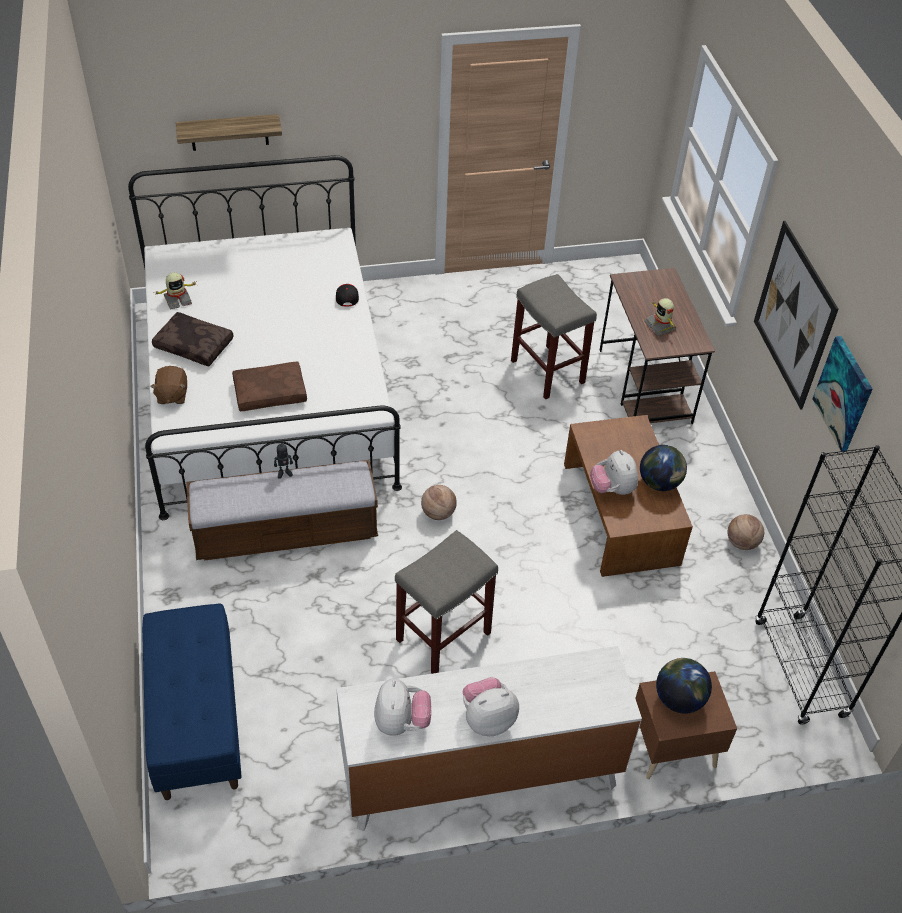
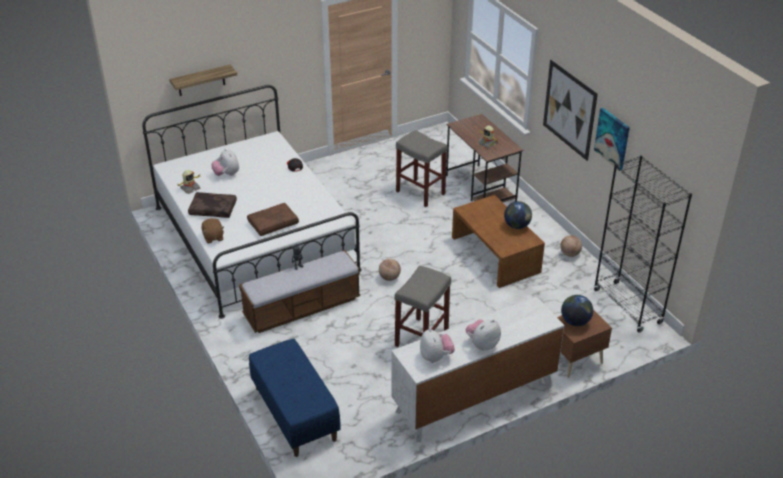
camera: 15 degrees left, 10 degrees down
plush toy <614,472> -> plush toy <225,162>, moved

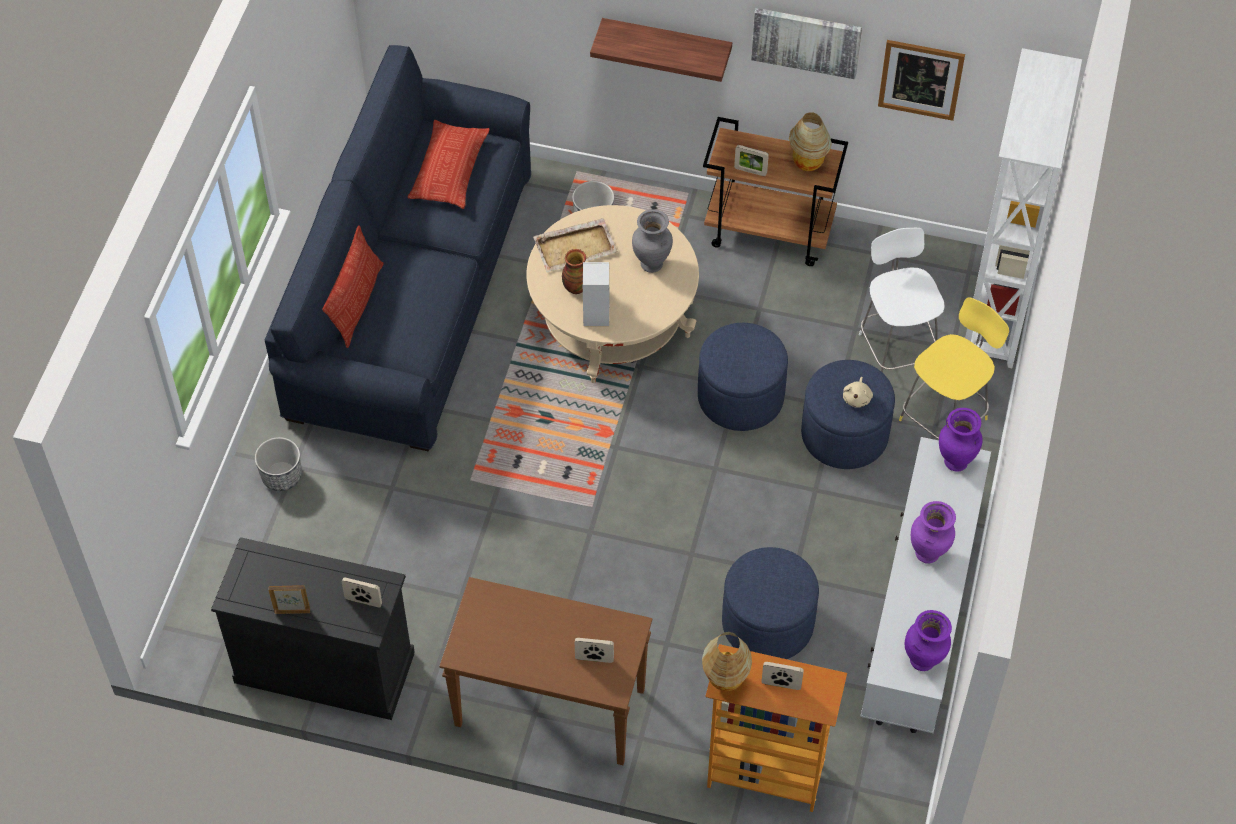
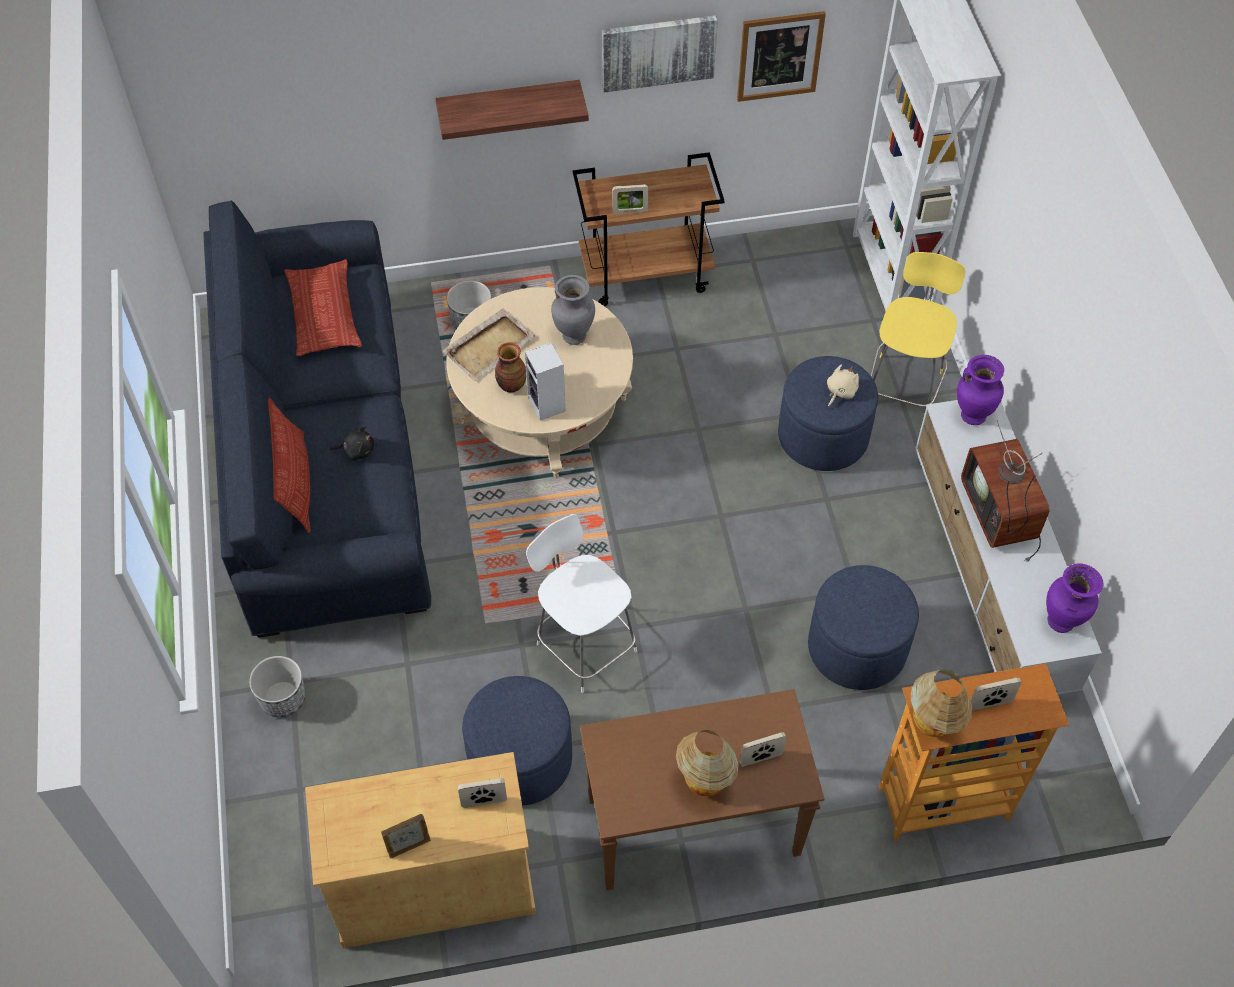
camera: 25 degrees left, 0 degrees up
black storage cabinet <313,628> -> beige storage cabinet <420,850>
none -> black plush toy <352,443>
blue-coloured ottoman <743,377> -> blue-coloured ottoman <517,741>, moved
white-coloured stool <902,300> -> white-coloured stool <581,603>, moved
lamp for a table <810,141> -> lamp for a table <707,763>, moved
beige plush toy <858,392> -> beige plush toy <843,385>, 135 degrees counterclockwise
purple-coloured flower vase <933,532> -> TV set <1005,491>

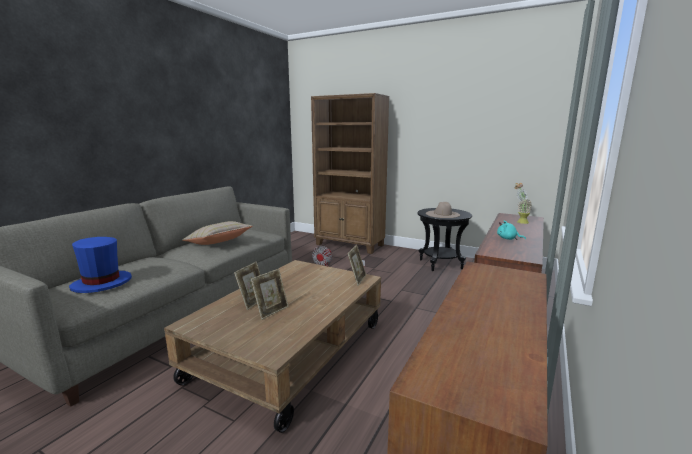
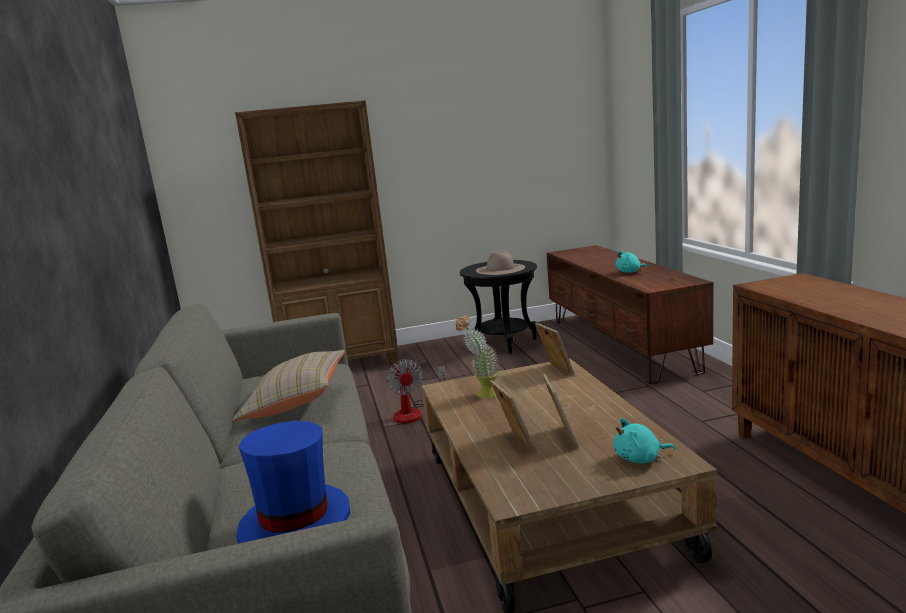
camera: 40 degrees left, 0 degrees up
houseplant <523,203> -> houseplant <477,356>, moved
none -> turquoise plush toy <644,440>

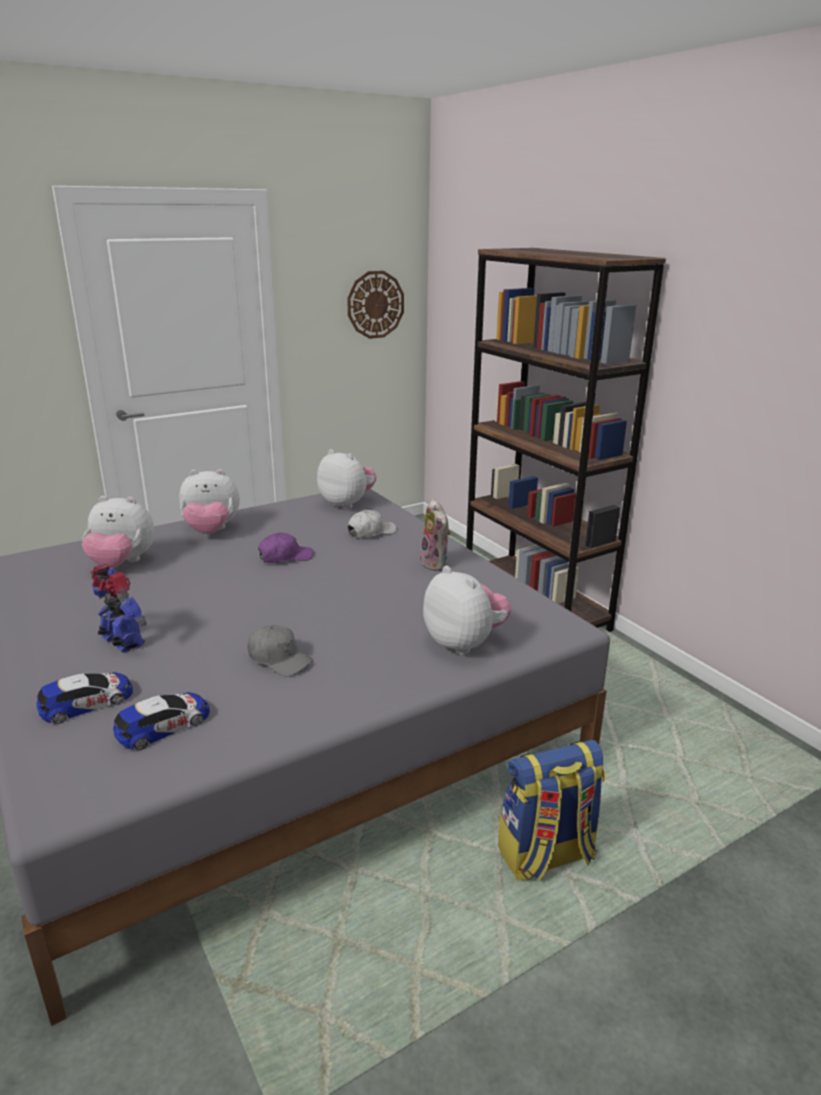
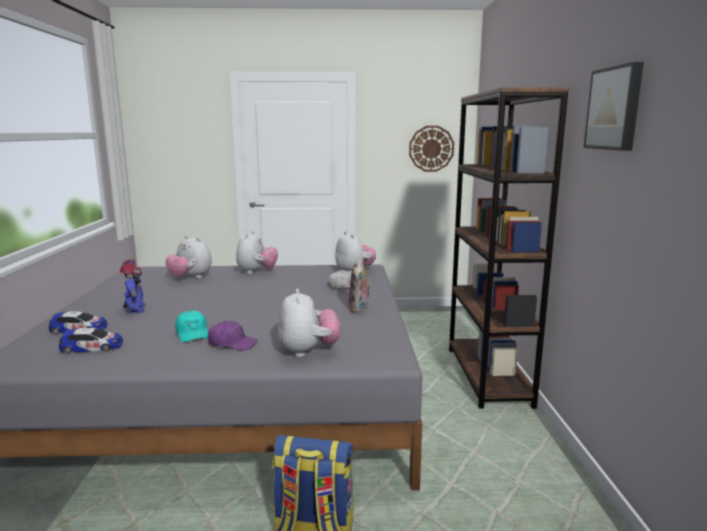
camera: 30 degrees right, 10 degrees down
grey peaked cap <280,651> -> turquoise peaked cap <191,326>
purple-coloured peaked cap <285,547> -> purple-coloured peaked cap <232,335>, moved
plush toy <209,501> -> plush toy <257,252>, 105 degrees counterclockwise
none -> picture <613,106>

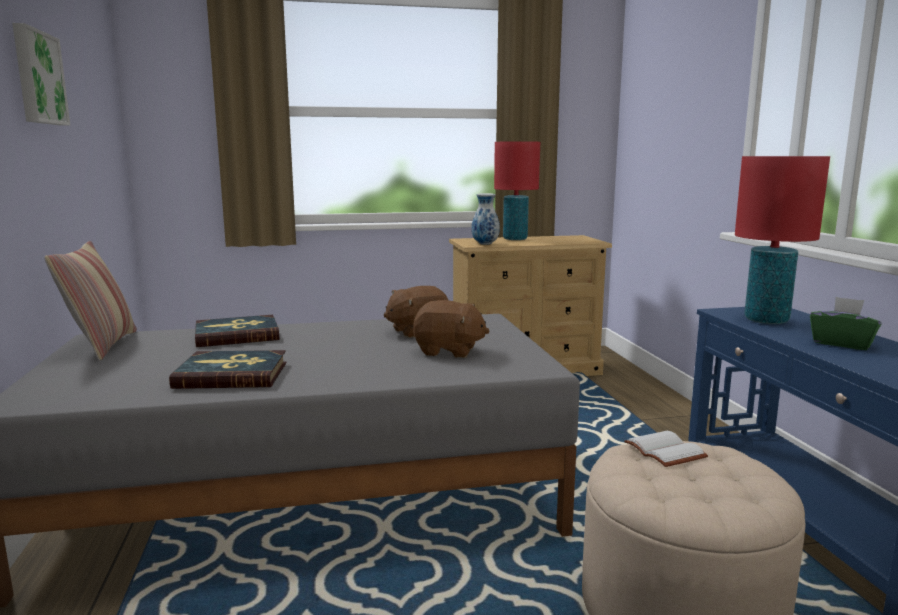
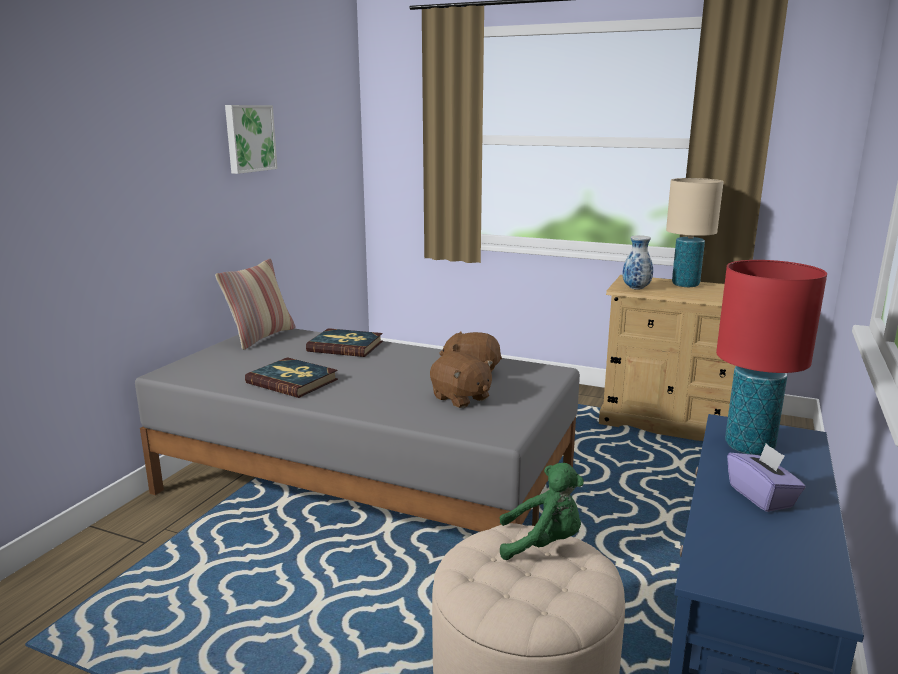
camera: 35 degrees right, 5 degrees up
white-coloured book <666,449> -> green plush toy <542,511>
red lamp for a table <517,190> -> beige lamp for a table <695,232>
green tissue box <846,323> -> purple-coloured tissue box <766,477>

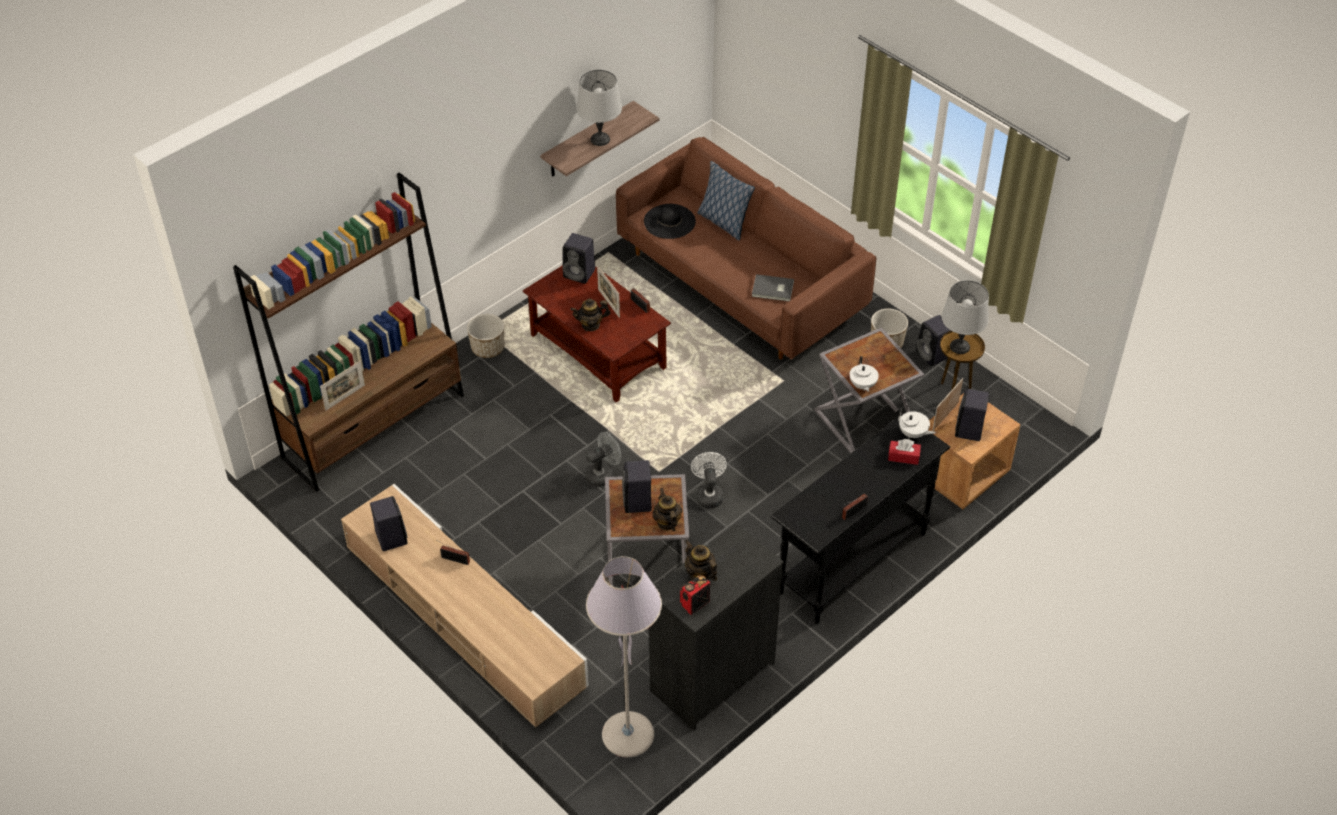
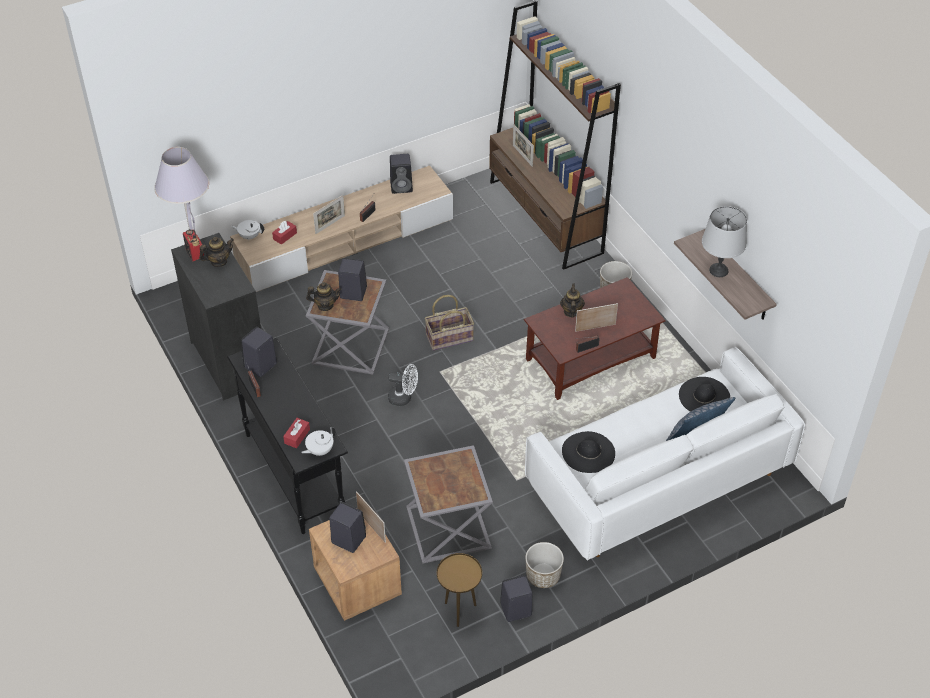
camera: 105 degrees right, 0 degrees up
white-coloured teapot <864,374> -> white-coloured teapot <247,230>, moved
black audio speaker <579,258> -> black audio speaker <259,352>, moved
none -> red tissue box <284,233>
none -> photo frame <329,214>
grey cooling fan <603,459> -> household basket <449,323>
brown-coloured sofa <746,248> -> white-coloured sofa <665,454>
grey book <773,287> -> black wearable hat <588,452>
grey lamp for a table <965,317> -> none

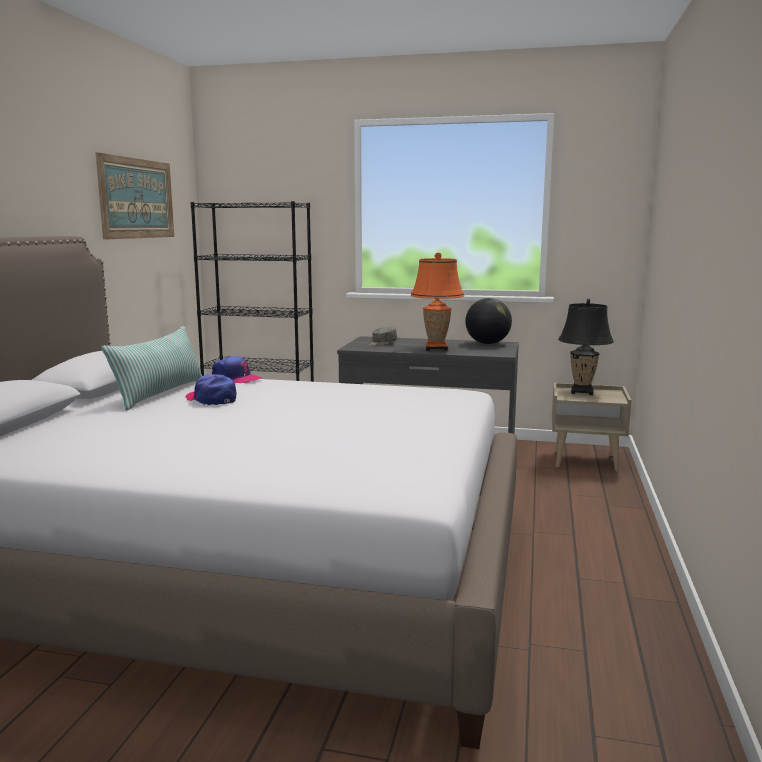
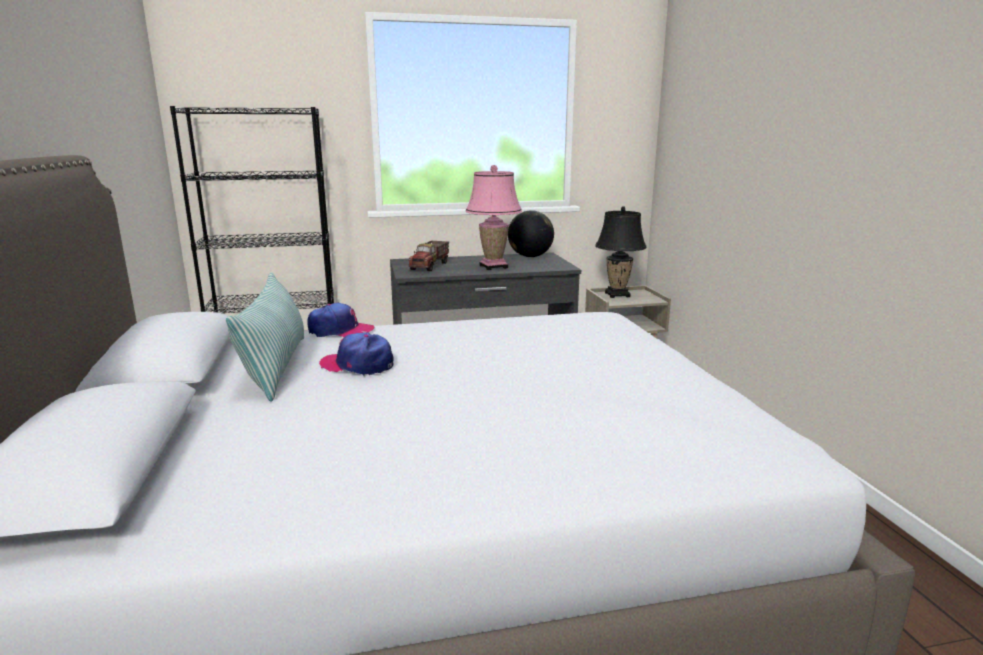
camera: 25 degrees left, 5 degrees up
grey peaked cap <383,336> -> toy lorry <429,256>
orange-coloured lamp for a table <437,301> -> pink-coloured lamp for a table <494,217>
picture <135,195> -> none

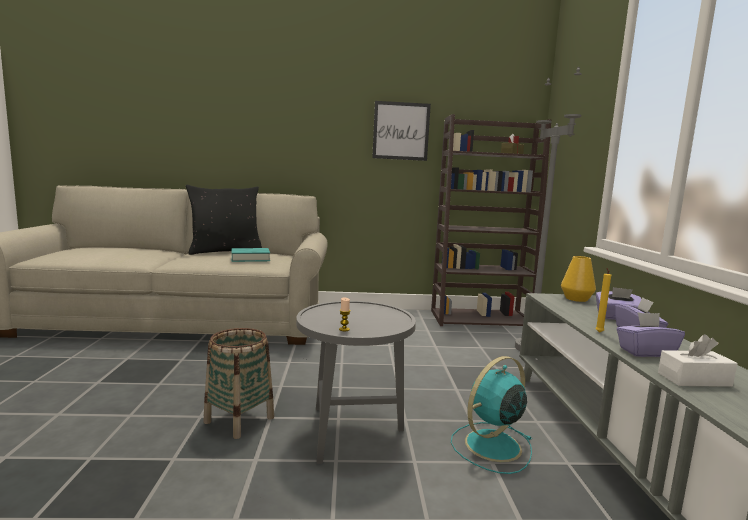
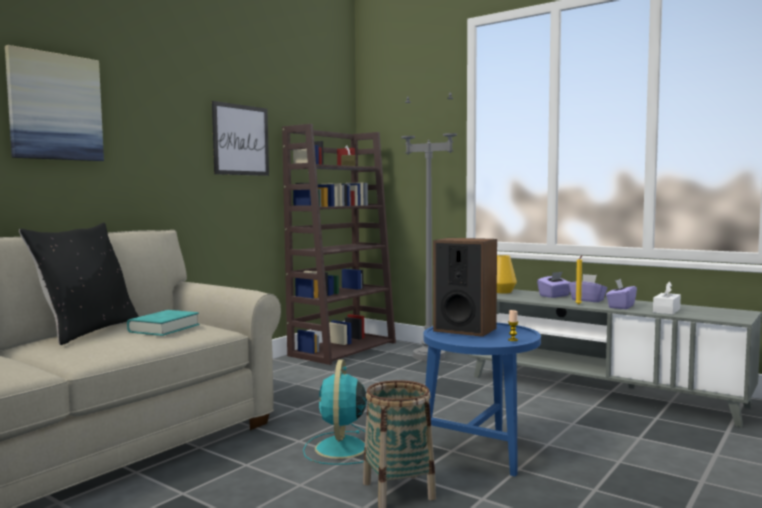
camera: 50 degrees left, 5 degrees down
none -> picture <54,103>
turquoise cooling fan <491,415> -> turquoise cooling fan <335,412>, moved
grey accent table <356,382> -> blue-coloured accent table <482,400>
none -> audio speaker <465,287>

